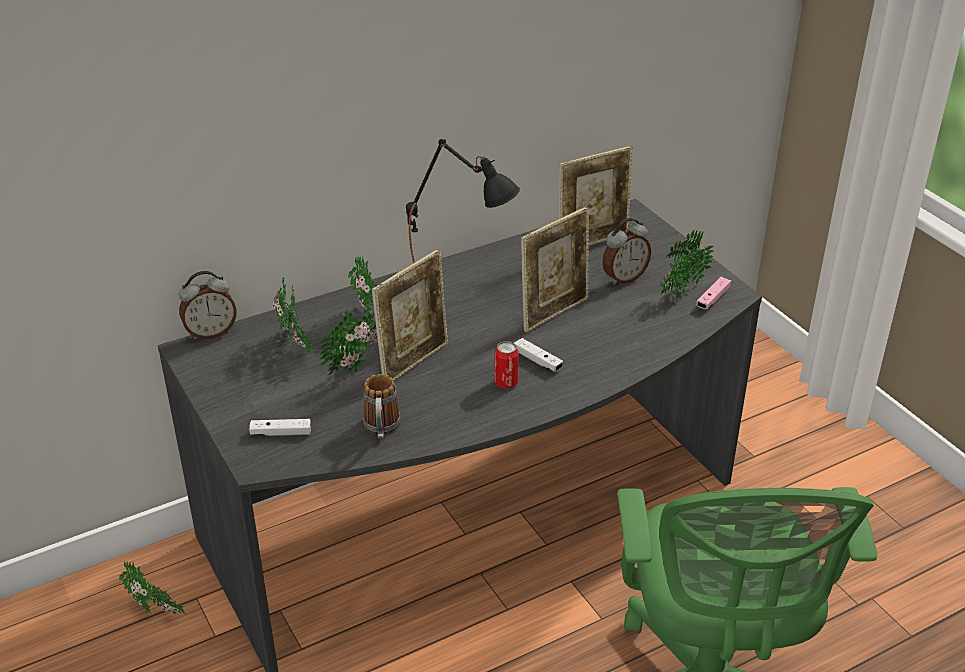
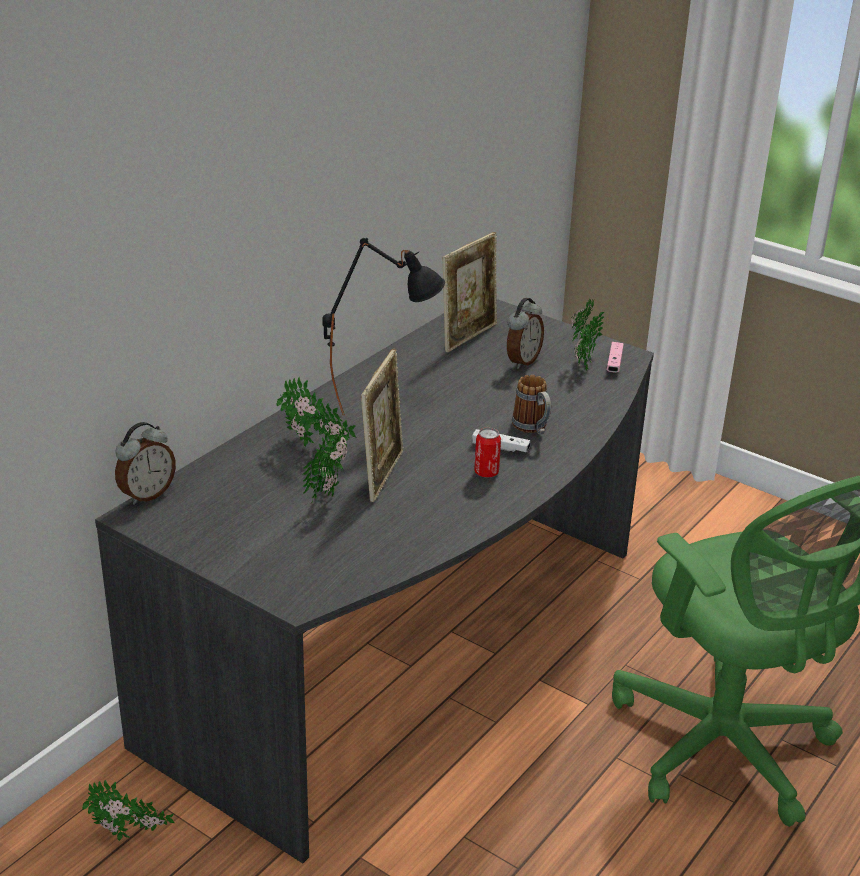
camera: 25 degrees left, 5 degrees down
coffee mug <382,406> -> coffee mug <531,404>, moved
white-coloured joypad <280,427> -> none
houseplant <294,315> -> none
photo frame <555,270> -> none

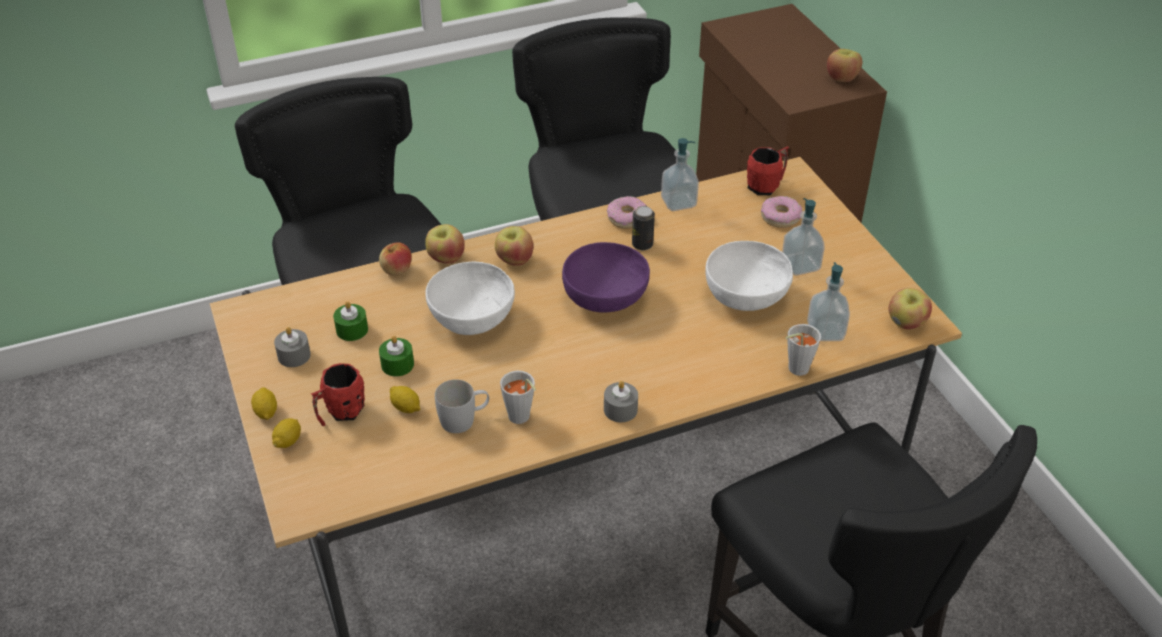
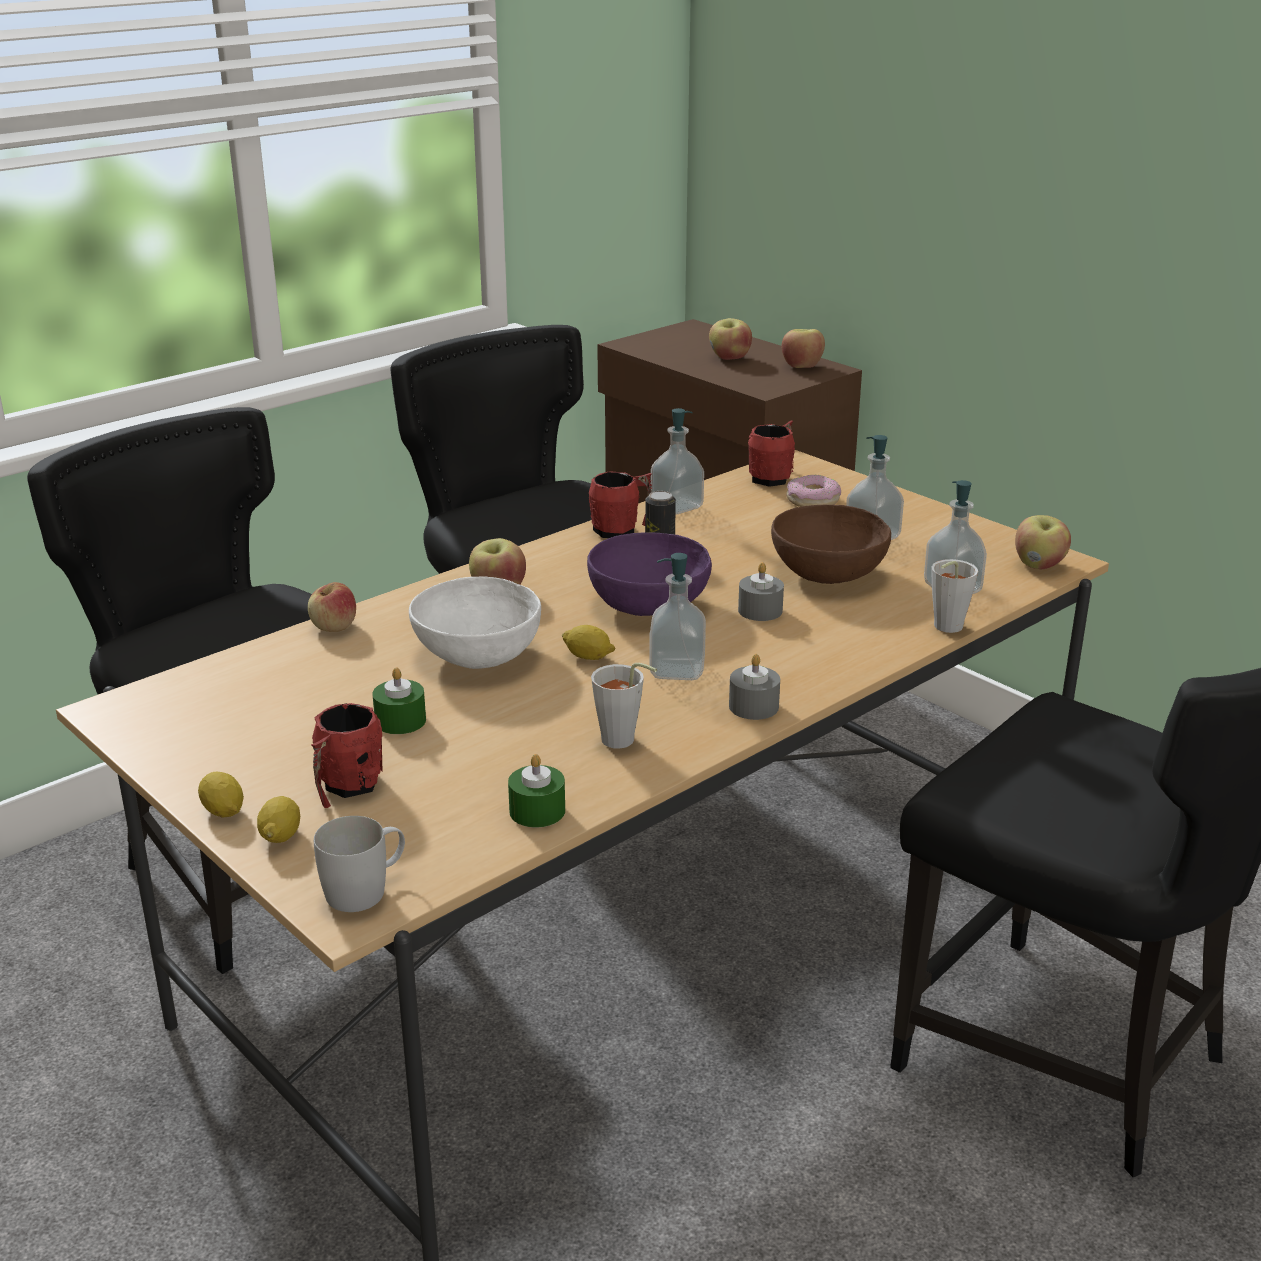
camera: 20 degrees left, 15 degrees down
white-coloured coffee mug <462,406> -> white-coloured coffee mug <359,864>, moved
green wax light <350,321> -> green wax light <536,790>, moved
whole lemon <404,399> -> whole lemon <589,642>, moved
donut <627,212> -> red coffee mug <620,504>
none -> liquid soap bottle <677,616>
apple fruit <445,244> -> apple fruit <730,339>, moved
grey wax light <292,347> -> grey wax light <761,591>, moved
white-coloured bowl <749,276> -> brown-coloured bowl <831,544>

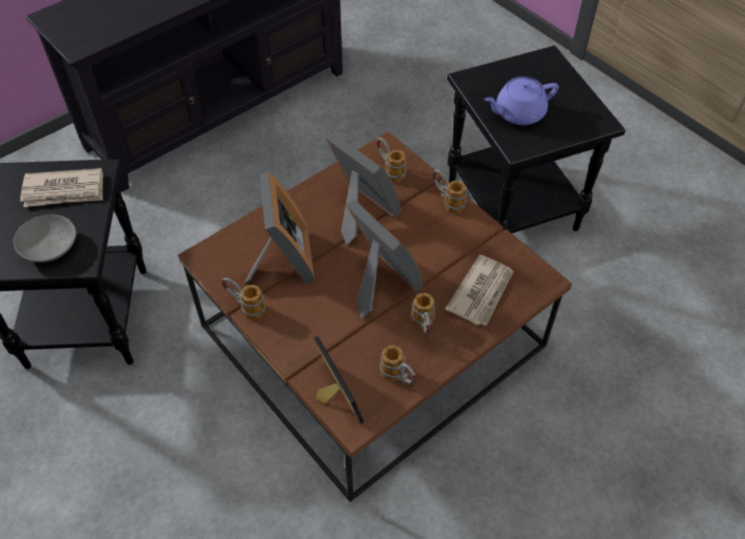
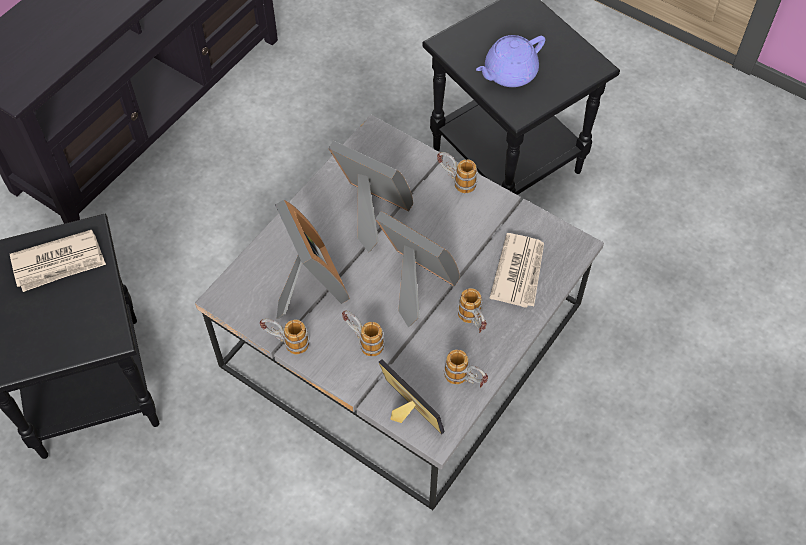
camera: 15 degrees left, 5 degrees up
brown-coloured lounge table <375,317> -> grey lounge table <399,312>
coffee mug <391,160> -> coffee mug <363,333>, moved
grey bowl <44,239> -> none

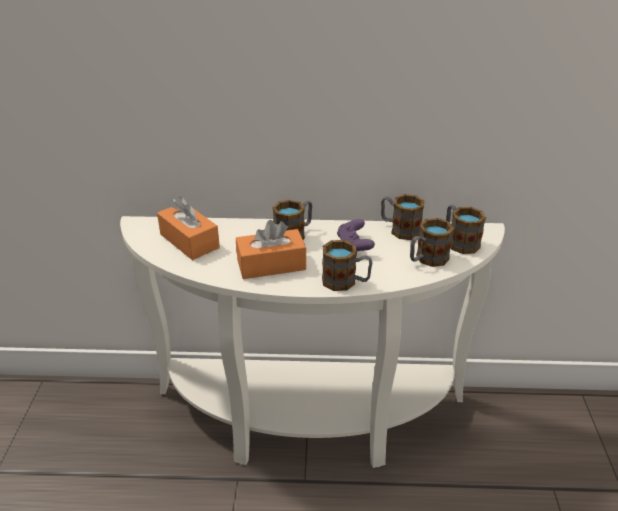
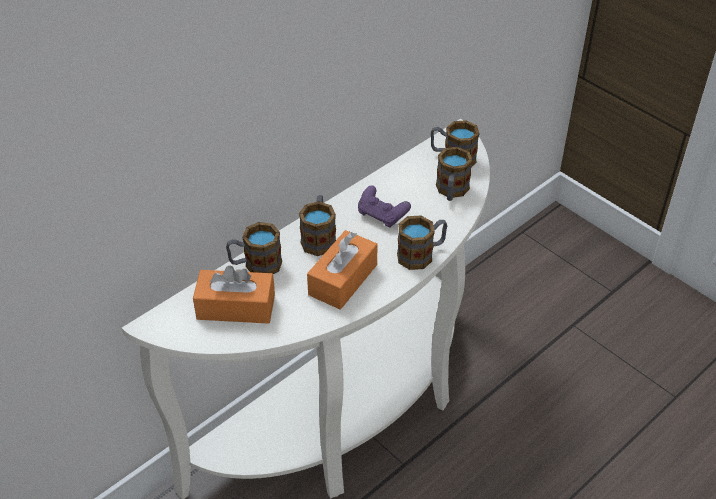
camera: 45 degrees left, 10 degrees up
coffee mug <403,217> -> coffee mug <254,248>, moved

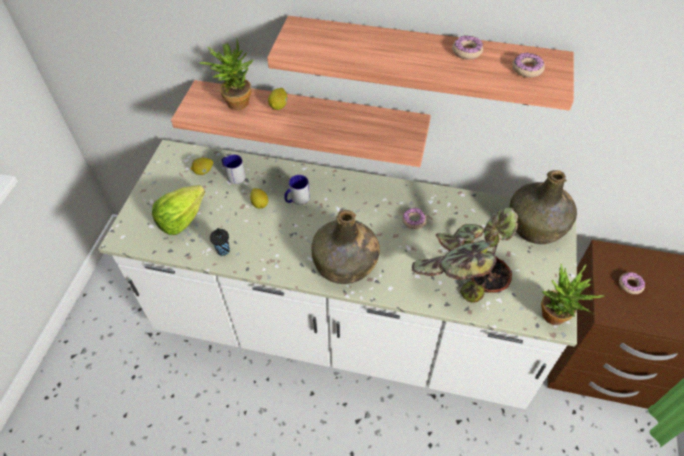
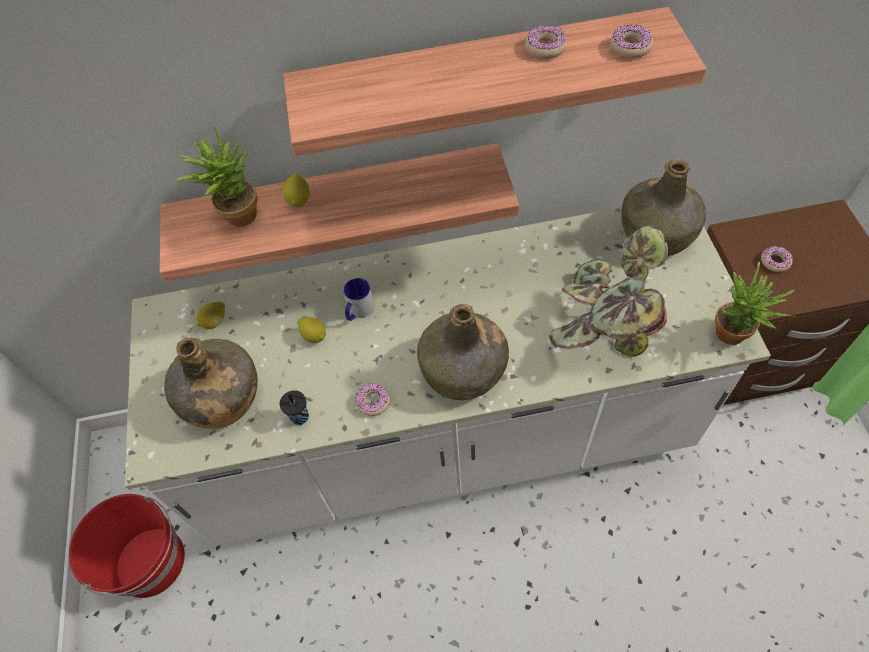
camera: 20 degrees left, 5 degrees up
none -> red pail <127,546>
lettuce head <178,210> -> green bottle <211,383>
donut <414,218> -> donut <372,399>, moved
coffee mug <234,169> -> none

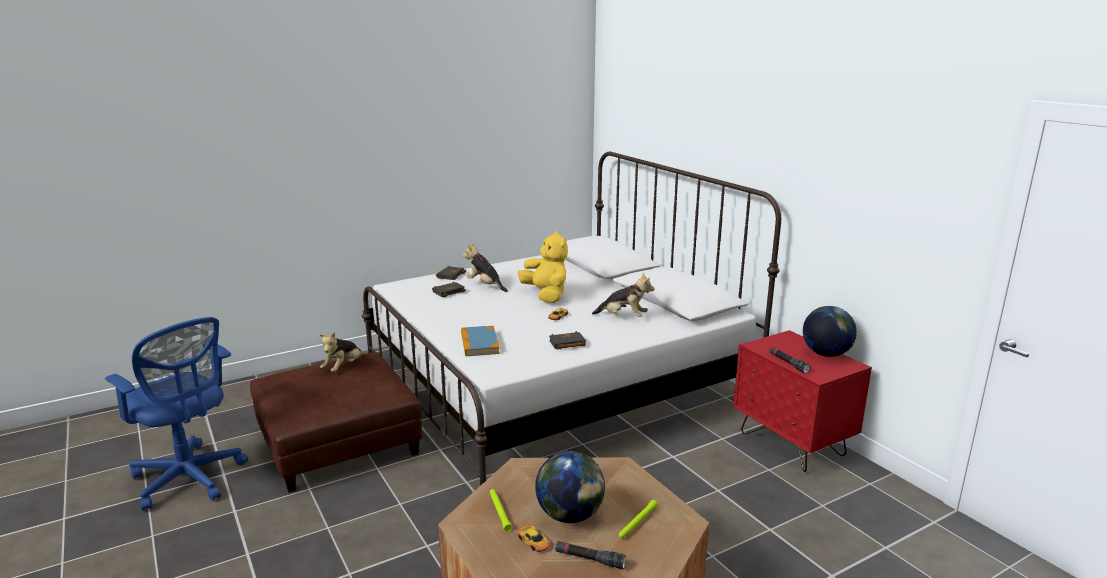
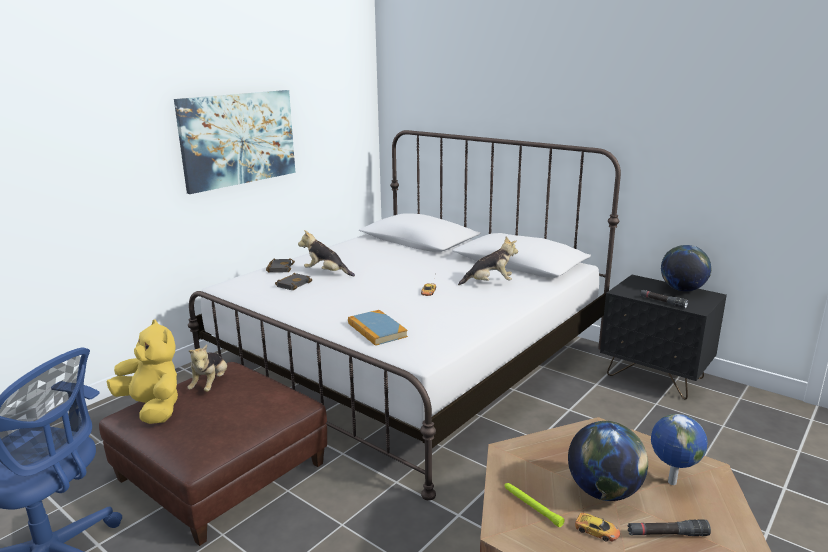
camera: 20 degrees left, 0 degrees up
yellow plush toy <543,267> -> yellow plush toy <142,372>, moved
none -> picture <234,142>
red bedside table <802,401> -> black bedside table <663,337>
green hand torch <638,519> -> desk globe <679,449>
black book <567,340> -> none

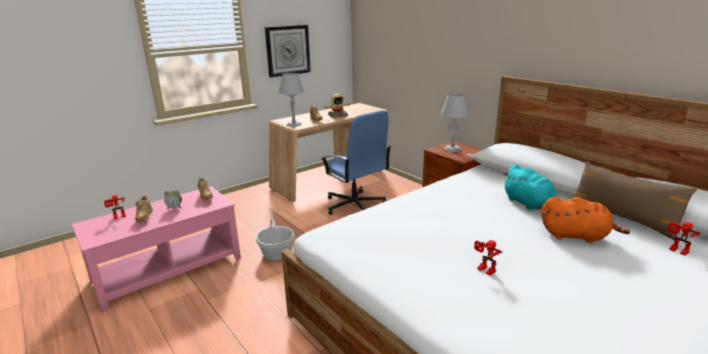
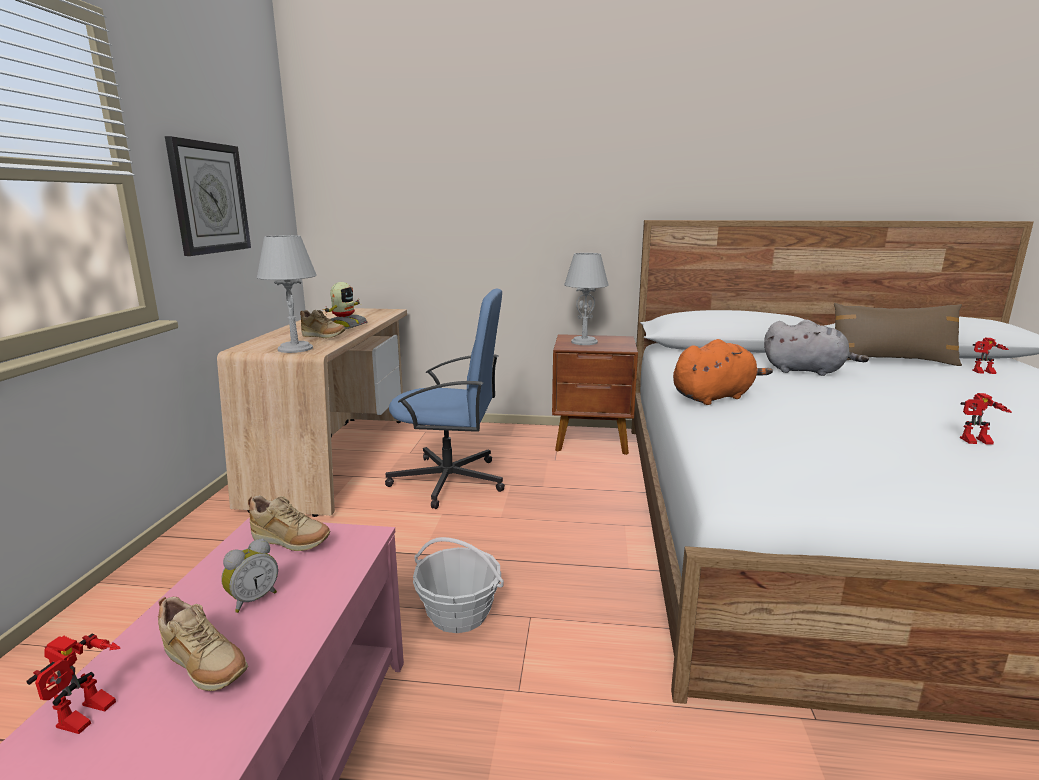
camera: 45 degrees left, 5 degrees down
orange-coloured plush toy <585,220> -> orange-coloured plush toy <723,372>, moved
turquoise plush toy <529,187> -> grey plush toy <816,348>

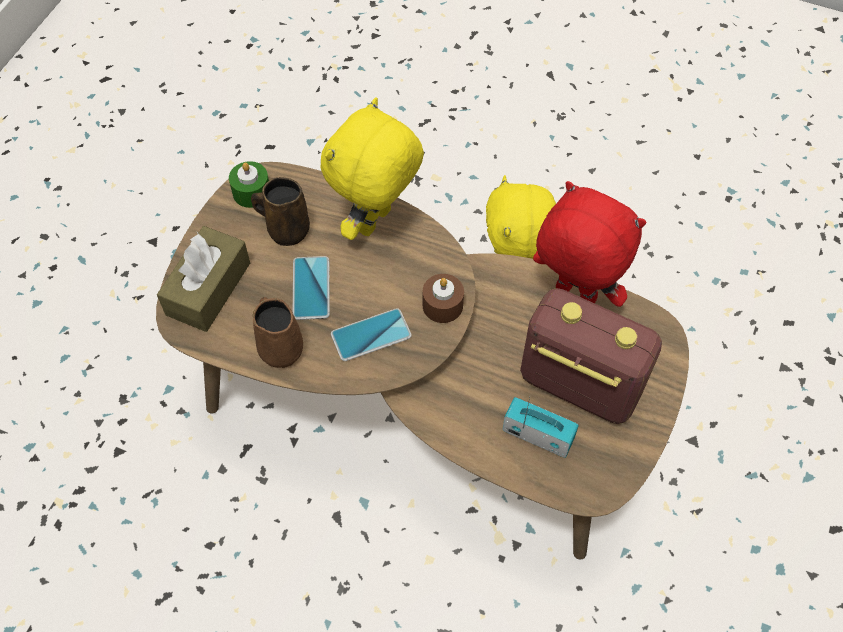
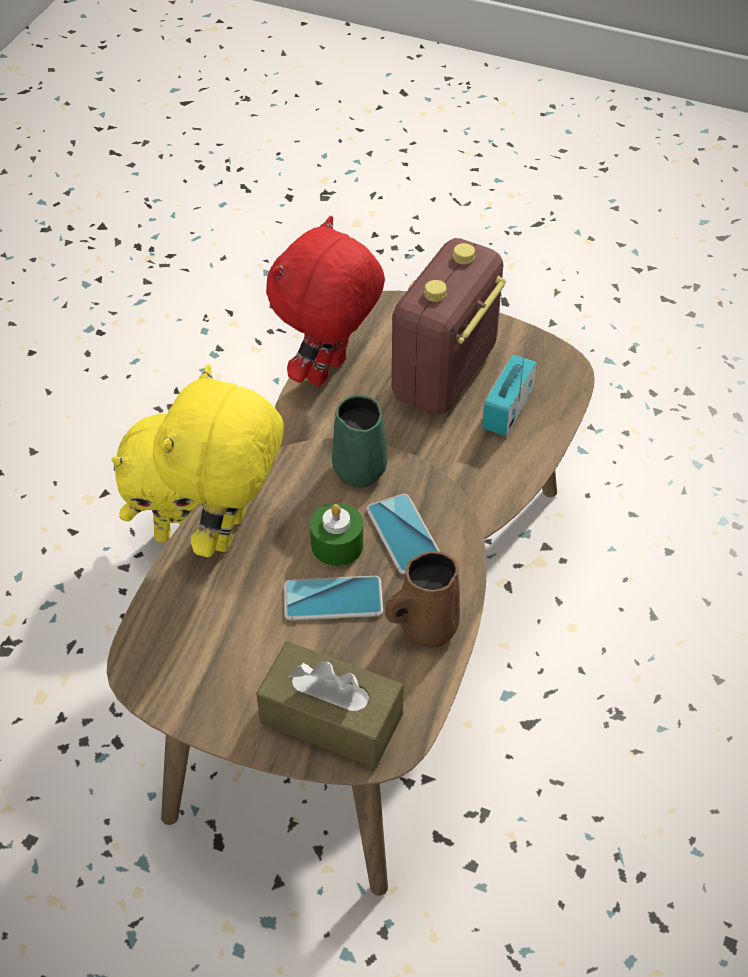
camera: 90 degrees left, 10 degrees down
yellow plush toy <372,169> -> yellow plush toy <218,460>, 75 degrees clockwise
green wax light <249,184> -> green wax light <336,534>, moved
brown-coloured wax light <443,298> -> green coffee mug <360,440>
brown-coloured coffee mug <280,211> -> none

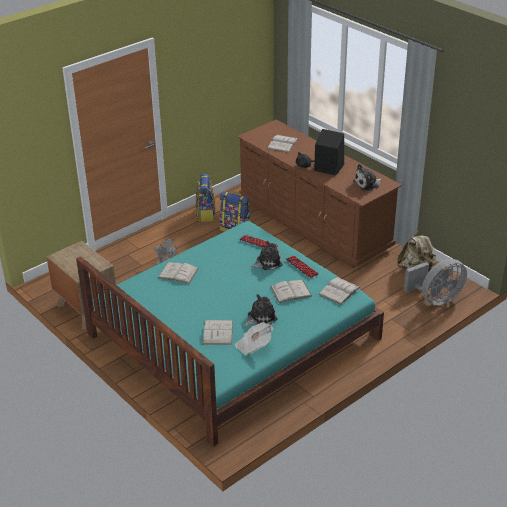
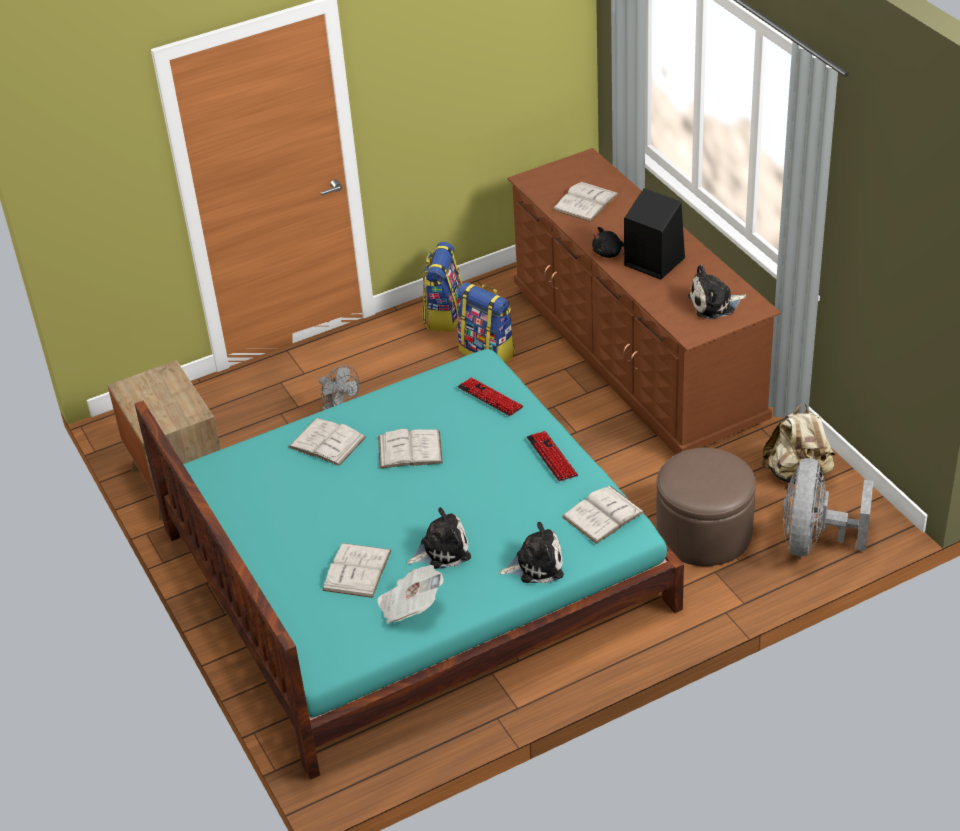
camera: 15 degrees right, 5 degrees up
white-coloured book <291,291> -> white-coloured book <410,449>, moved
plush toy <267,255> -> plush toy <531,552>, moved
none -> brown-coloured ottoman <706,507>
grey cooling fan <435,282> -> grey cooling fan <828,507>, 120 degrees clockwise

